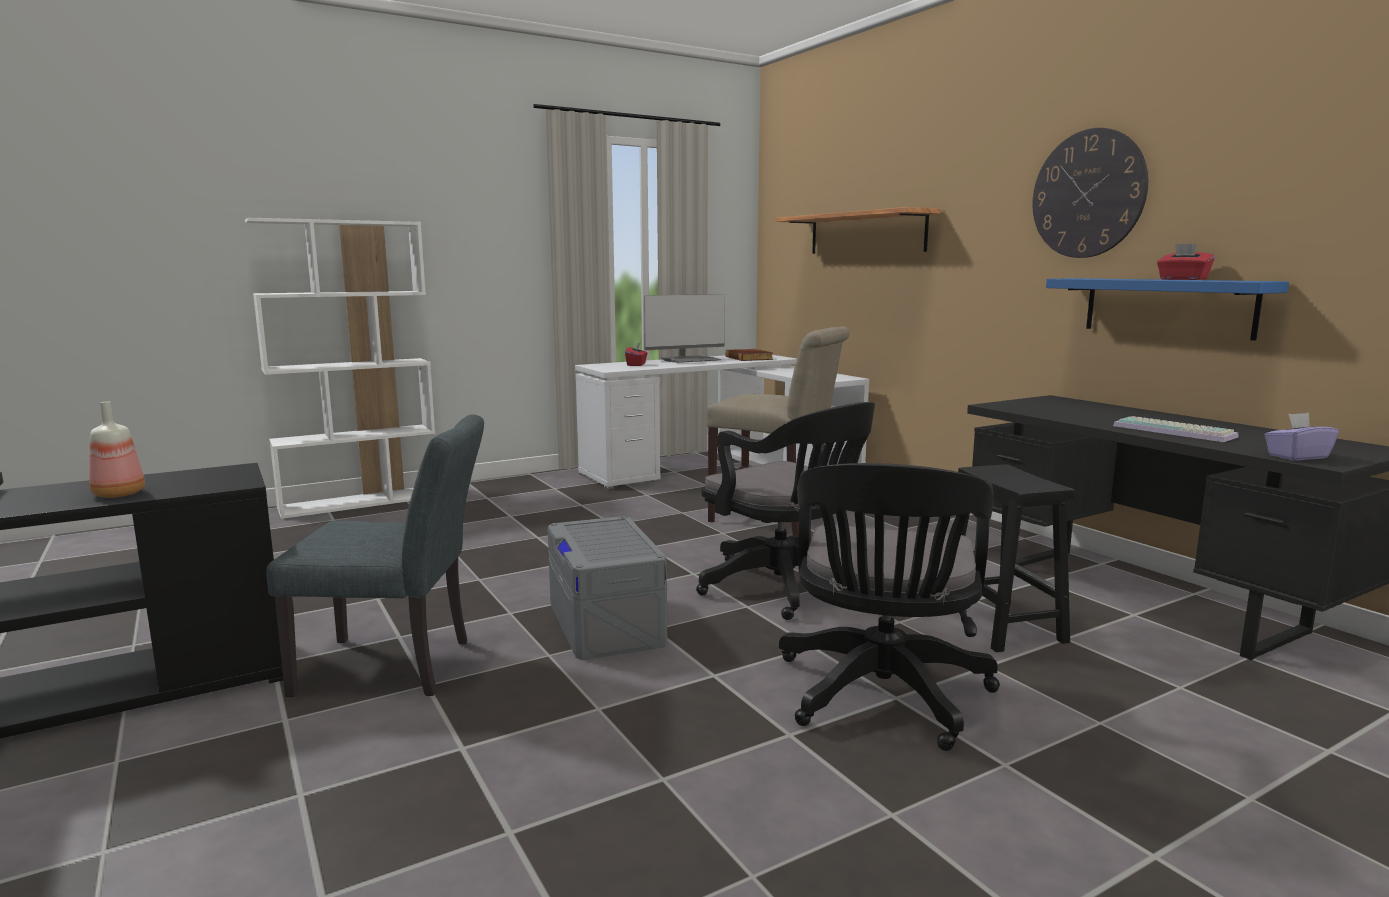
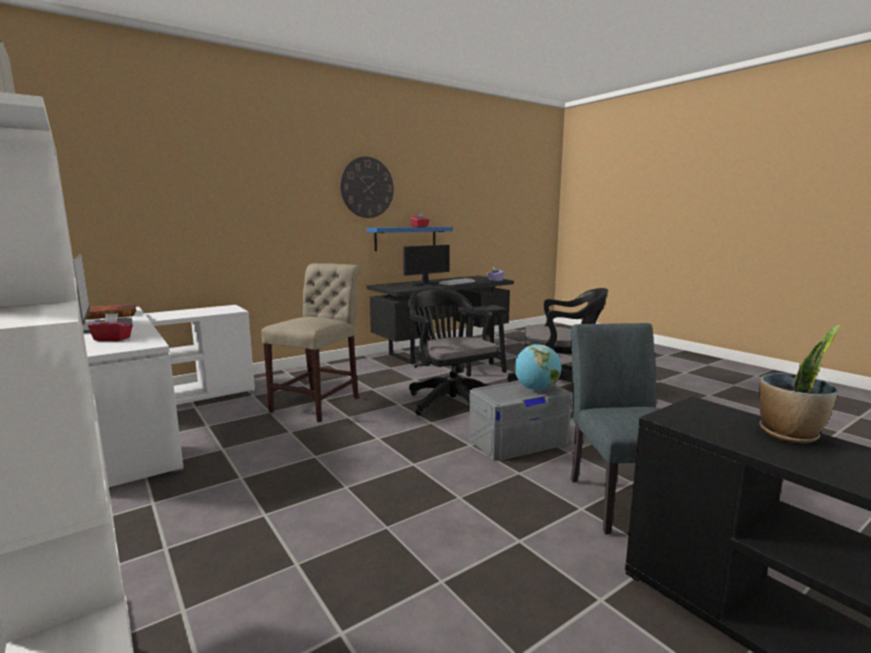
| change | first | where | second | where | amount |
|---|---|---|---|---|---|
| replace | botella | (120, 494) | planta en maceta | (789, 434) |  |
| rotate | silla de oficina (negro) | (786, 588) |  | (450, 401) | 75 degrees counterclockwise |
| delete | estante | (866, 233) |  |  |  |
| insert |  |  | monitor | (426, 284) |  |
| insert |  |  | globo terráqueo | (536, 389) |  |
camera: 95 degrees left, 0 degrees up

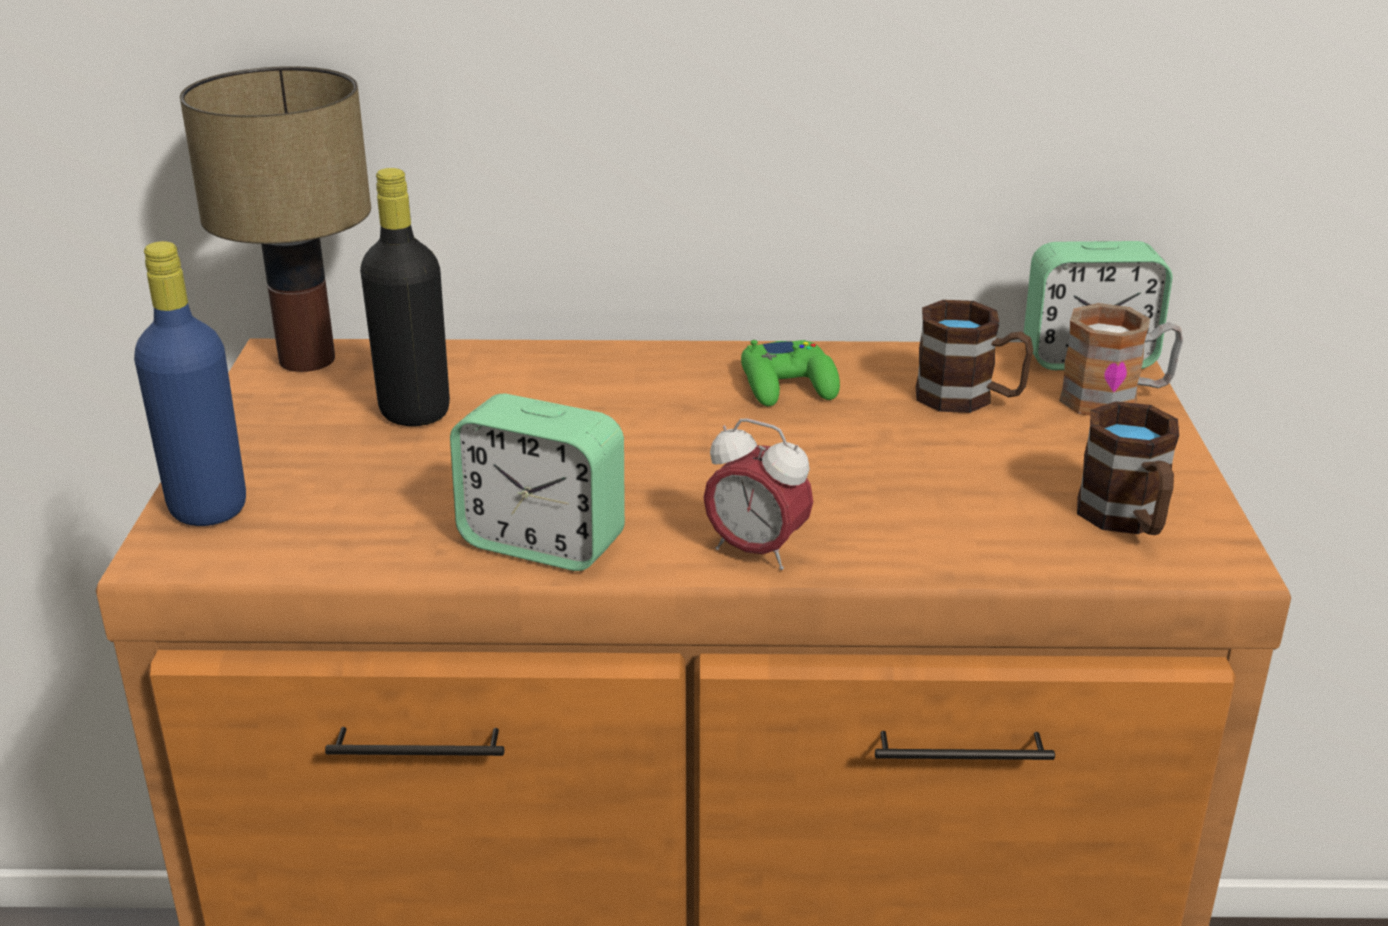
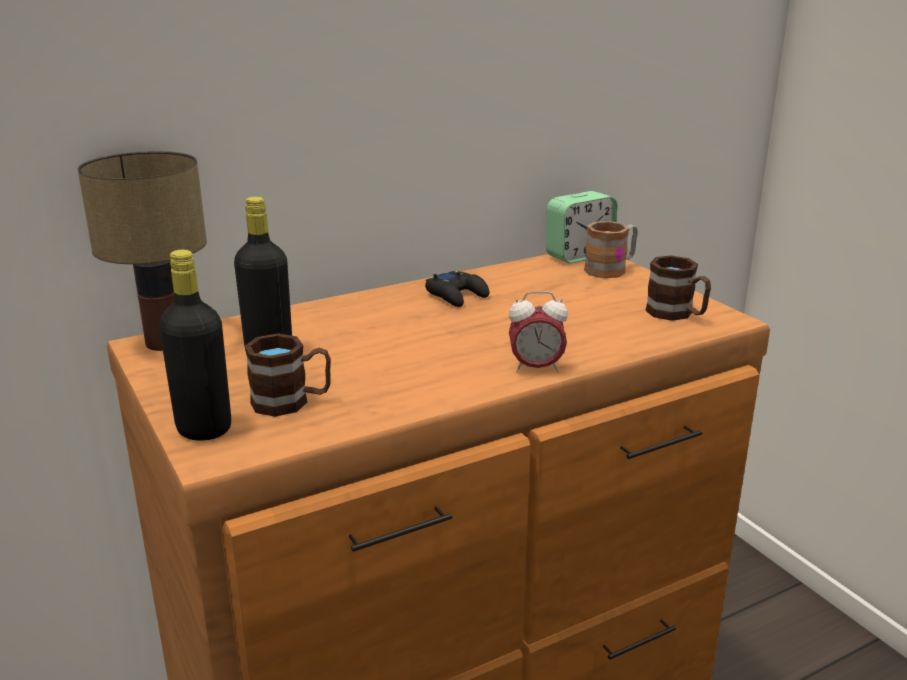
| change | first | where | second | where | amount |
|---|---|---|---|---|---|
| recolor | botella (azul) | (208, 508) | botella (negro) | (204, 429) |  |
| delete | despertador | (542, 542) |  |  |  |
| recolor | mando de consola (verde) | (789, 385) | mando de consola (negro) | (457, 295) |  |
| move | taza grande (marrón) | (969, 399) |  | (291, 402) |  |
camera: 30 degrees left, 5 degrees down

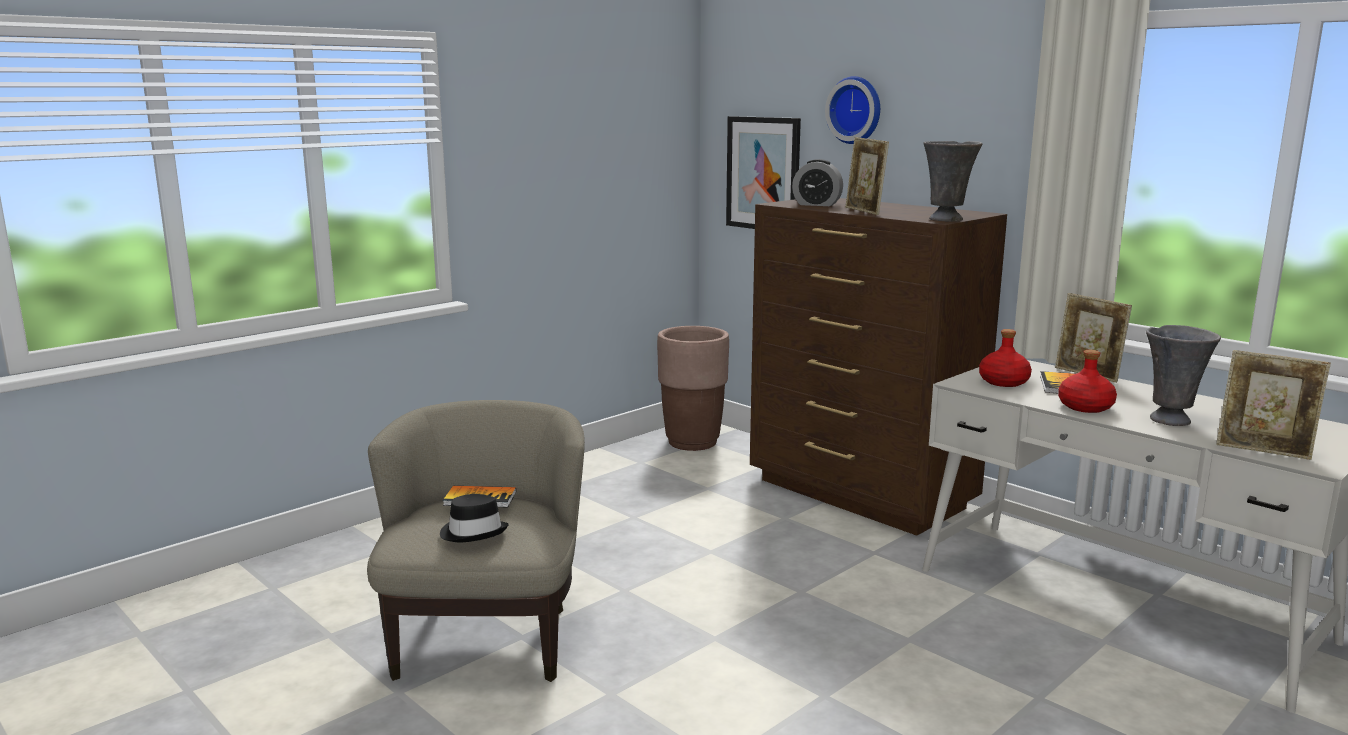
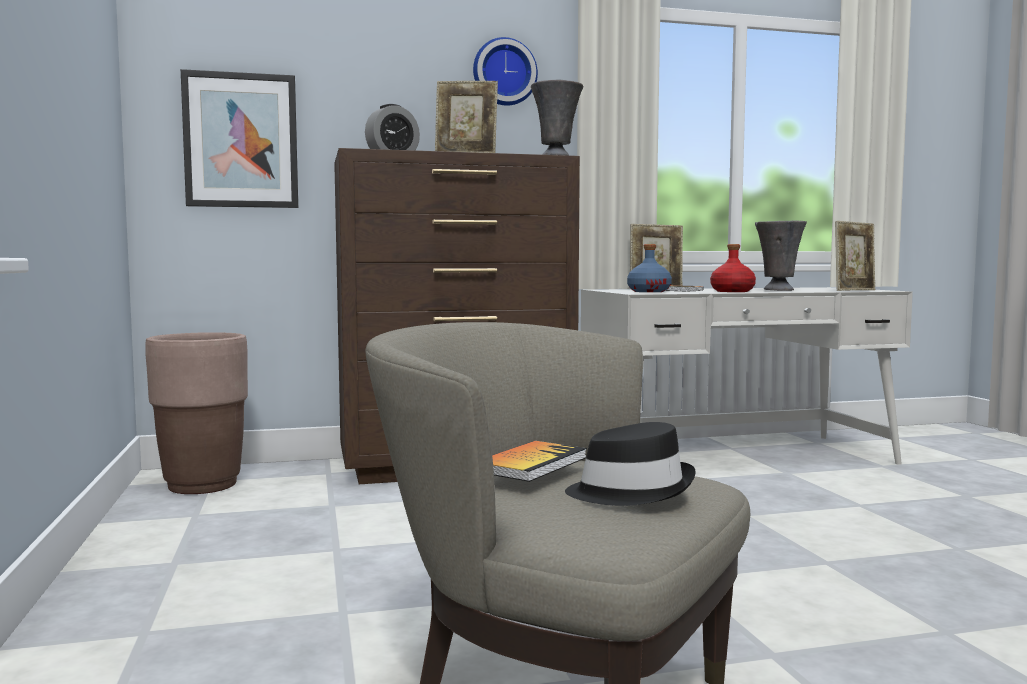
| change | first | where | second | where | amount |
|---|---|---|---|---|---|
| move | reloj de pared | (856, 110) |  | (504, 73) |  |
| recolor | botella (rojo) | (1004, 382) | botella (azul) | (648, 291) |  |
camera: 60 degrees left, 10 degrees down

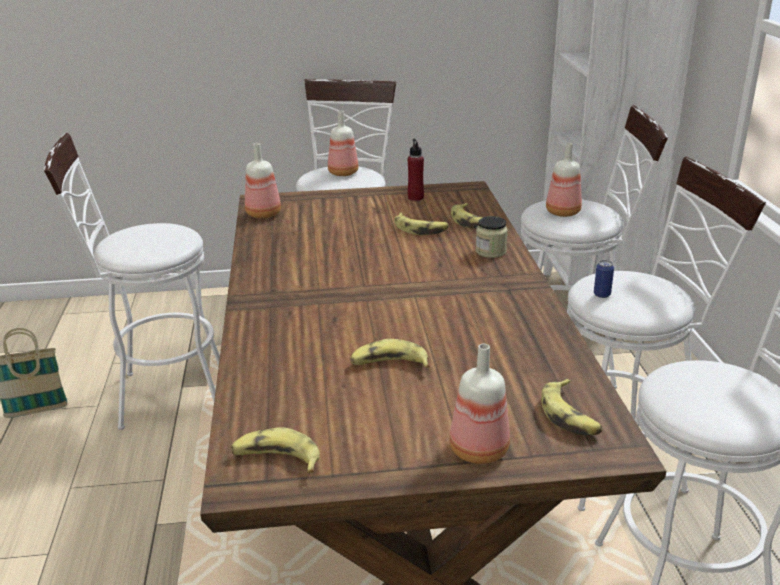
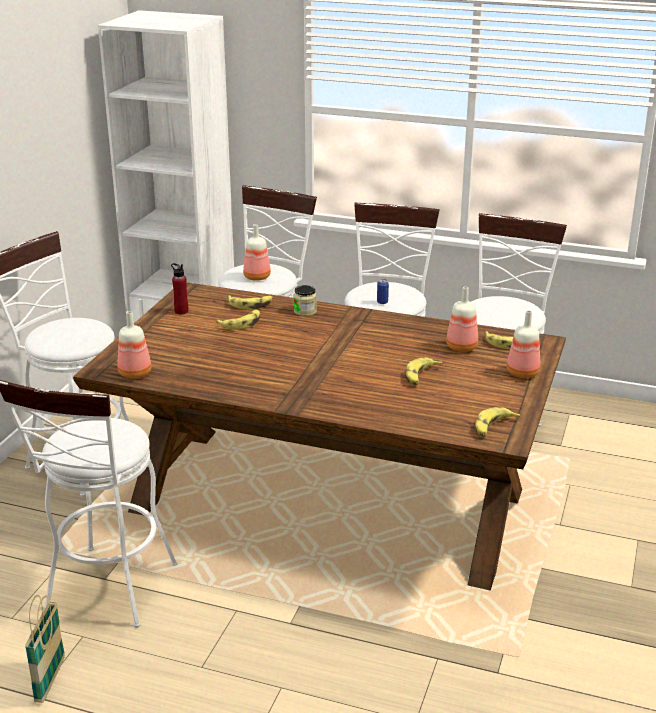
| change | first | where | second | where | amount |
|---|---|---|---|---|---|
| move | botella | (343, 173) |  | (462, 347) |  |
camera: 65 degrees left, 0 degrees up

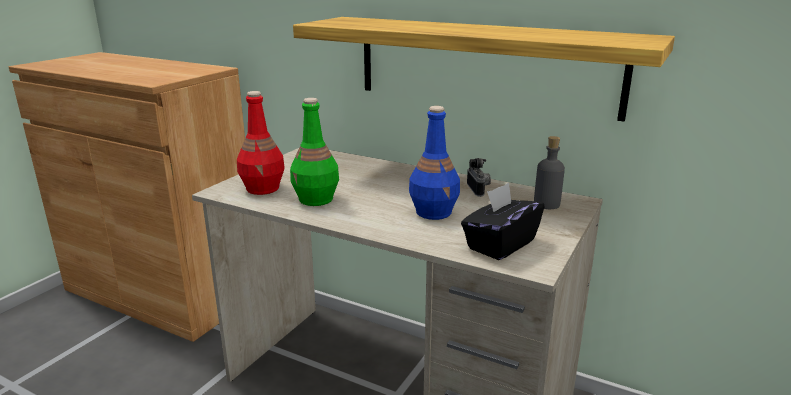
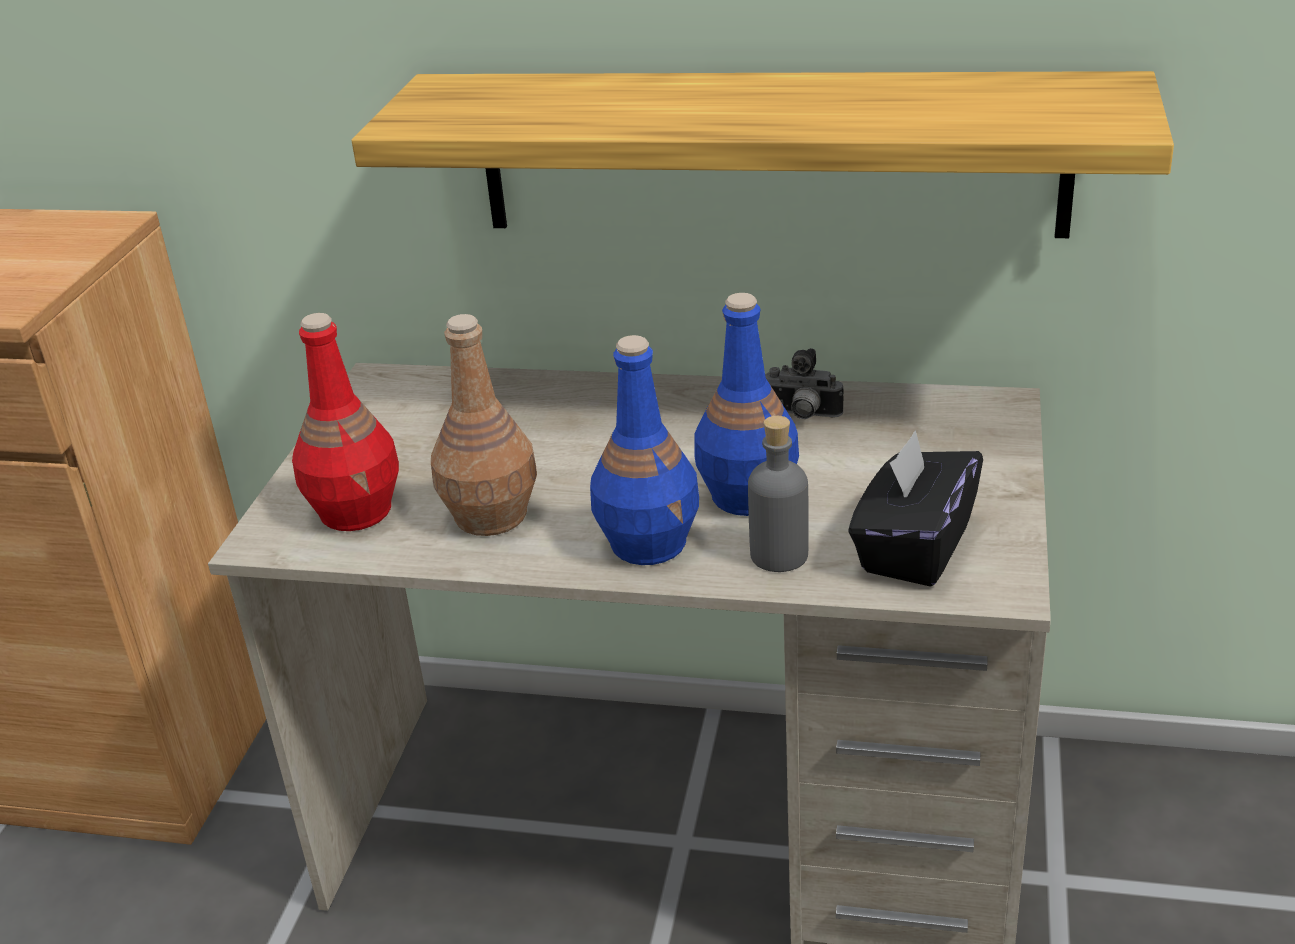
| change | first | where | second | where | amount |
|---|---|---|---|---|---|
| recolor | botella (verde) | (316, 199) | botella (marrón) | (492, 516) |  |
| rotate | cámara | (479, 190) |  | (802, 416) | 135 degrees clockwise |
| move | botella (gris) | (546, 204) |  | (779, 555) |  |
| insert |  |  | botella (azul) | (649, 543) |  |
camera: 15 degrees left, 10 degrees up

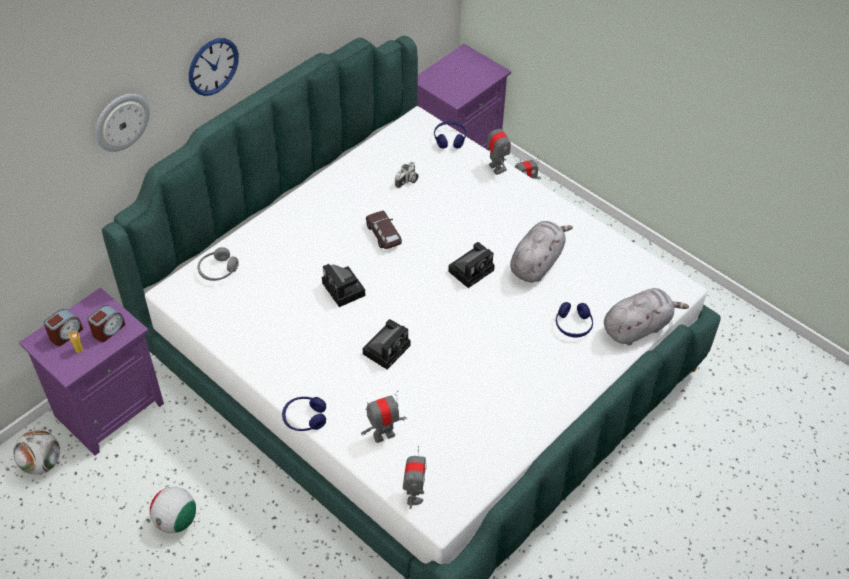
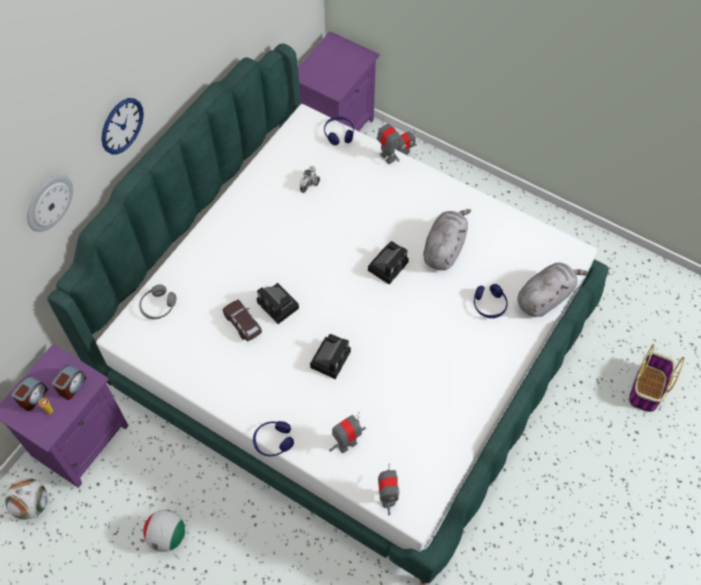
| change | first | where | second | where | amount |
|---|---|---|---|---|---|
| move | coche de juguete (marrón) | (383, 235) |  | (243, 324) |  |
| insert |  |  | cesta | (647, 389) |  |
camera: 10 degrees left, 10 degrees up

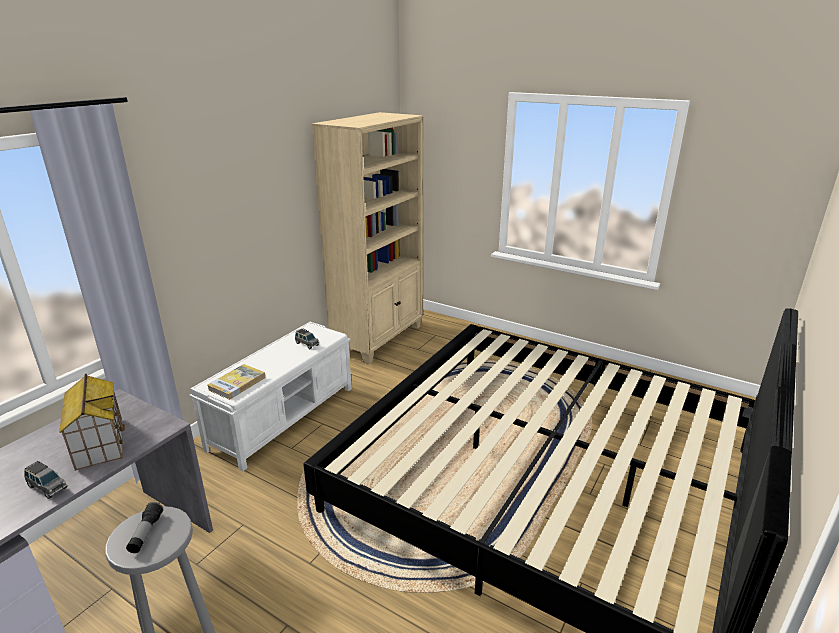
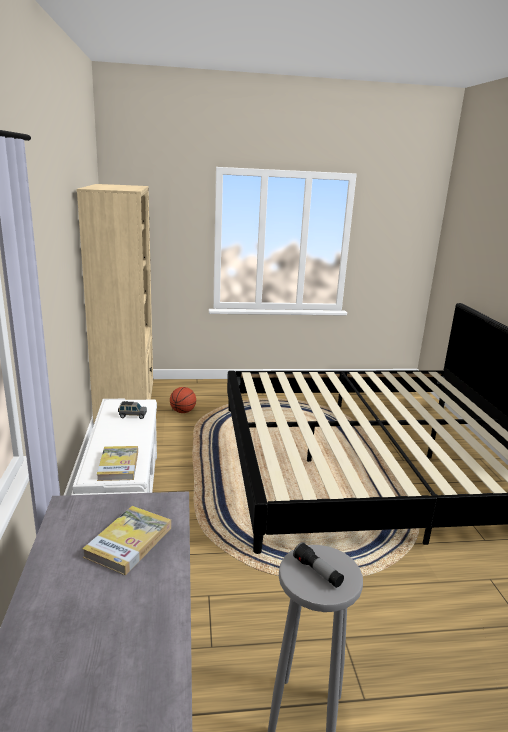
| change | first | where | second | where | amount |
|---|---|---|---|---|---|
| delete | coche de juguete (gris) | (47, 487) |  |  |  |
| replace | casita | (99, 443) | libro | (129, 542) |  |
| insert |  |  | balón de baloncesto | (183, 411) |  |
camera: 40 degrees left, 5 degrees down

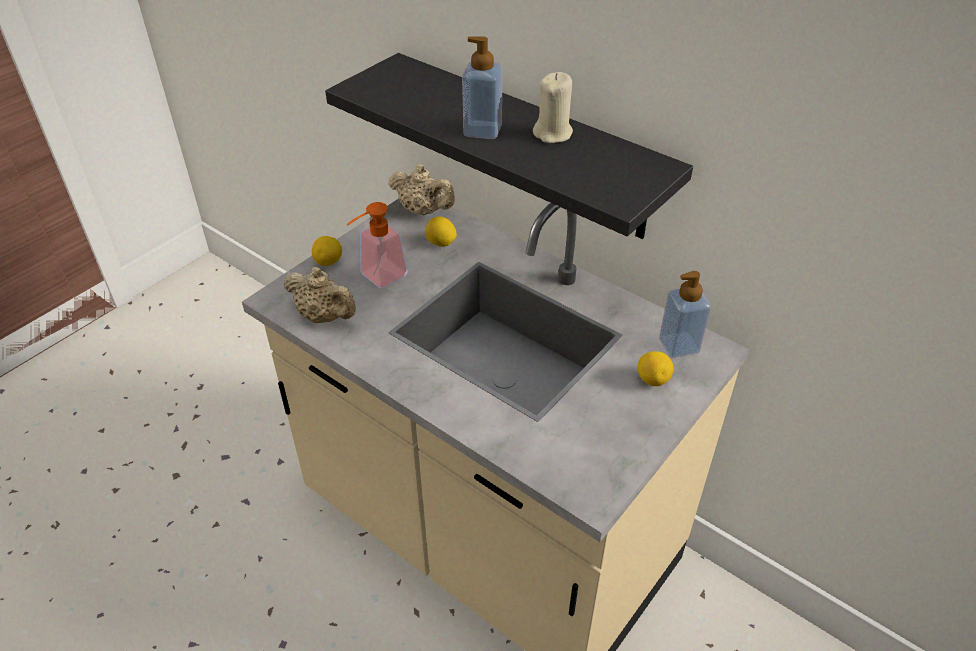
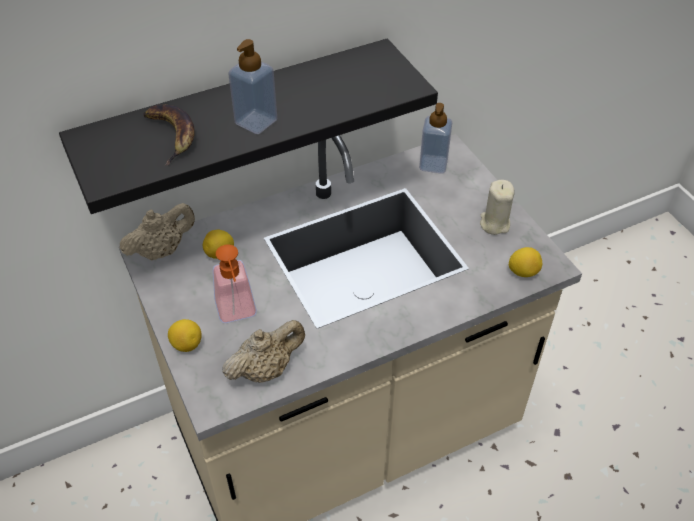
| change | first | where | second | where | amount |
|---|---|---|---|---|---|
| move | vela (beis) | (553, 134) |  | (494, 223) |  |
| move | limón | (652, 380) |  | (523, 272) |  |
| insert |  |  | plátano | (172, 135) |  |
camera: 65 degrees left, 5 degrees up

